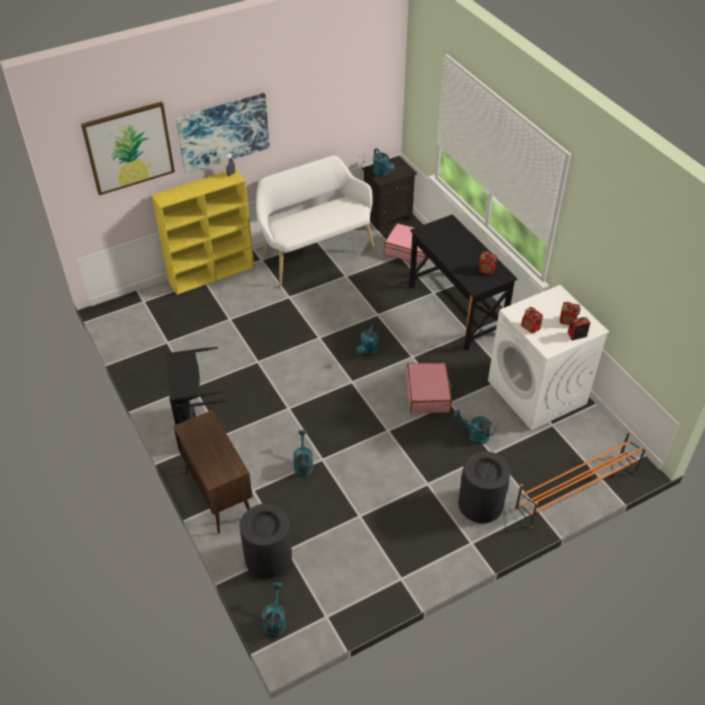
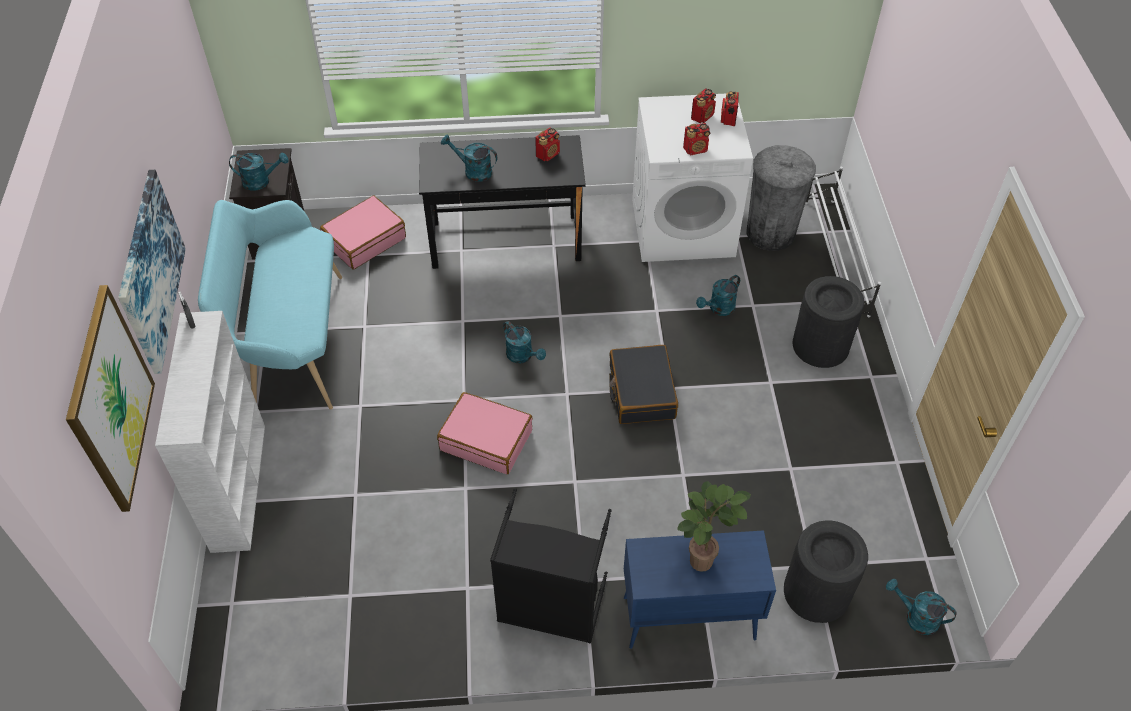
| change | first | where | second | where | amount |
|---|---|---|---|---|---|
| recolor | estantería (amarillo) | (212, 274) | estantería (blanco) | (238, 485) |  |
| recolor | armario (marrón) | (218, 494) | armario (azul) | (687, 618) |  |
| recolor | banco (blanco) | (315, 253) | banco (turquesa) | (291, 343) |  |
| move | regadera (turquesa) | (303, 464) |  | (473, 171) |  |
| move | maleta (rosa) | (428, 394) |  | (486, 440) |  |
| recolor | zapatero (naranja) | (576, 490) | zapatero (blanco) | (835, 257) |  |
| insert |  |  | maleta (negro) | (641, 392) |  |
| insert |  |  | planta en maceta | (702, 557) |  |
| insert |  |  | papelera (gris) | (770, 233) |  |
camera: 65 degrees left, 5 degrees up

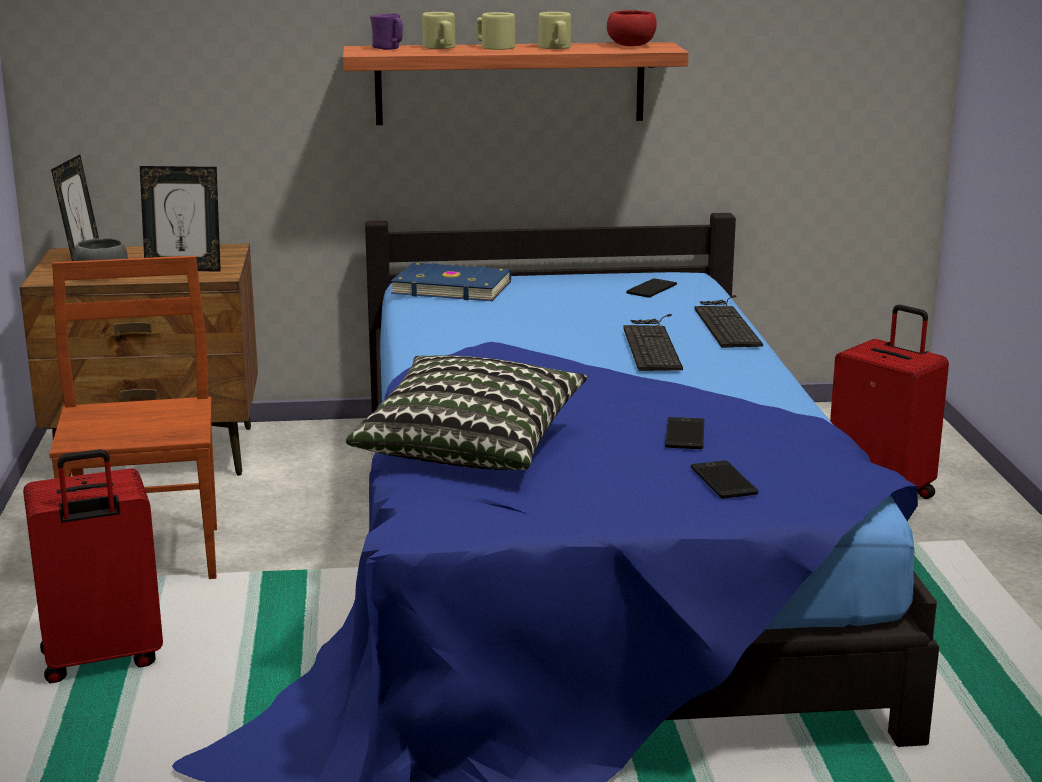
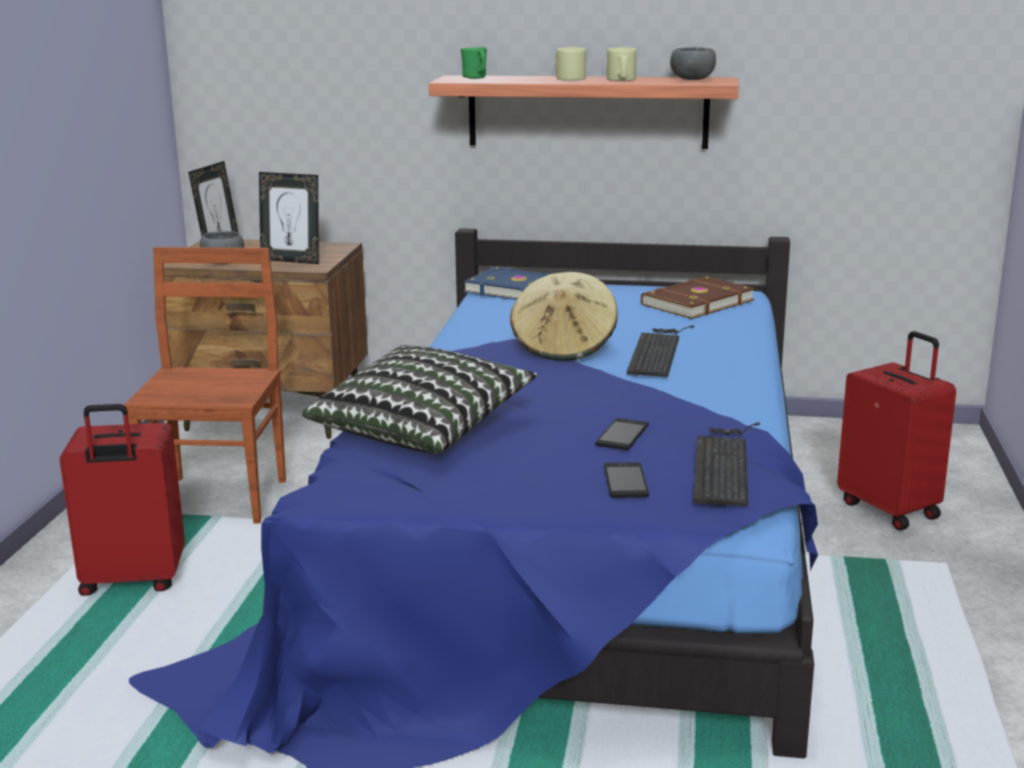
| change | first | where | second | where | amount |
|---|---|---|---|---|---|
| recolor | taza grande (morado) | (389, 49) | taza grande (verde) | (476, 78) |  |
| delete | taza grande (beis) | (441, 48) |  |  |  |
| recolor | cuenco (rojo) | (632, 46) | cuenco (gris) | (693, 80) |  |
| replace | móvil | (651, 289) | libro (marrón) | (695, 302) |  |
| move | teclado | (726, 322) |  | (724, 463) |  |
| insert |  |  | sombrero (beis) | (564, 347) |  |
camera: 15 degrees right, 0 degrees up

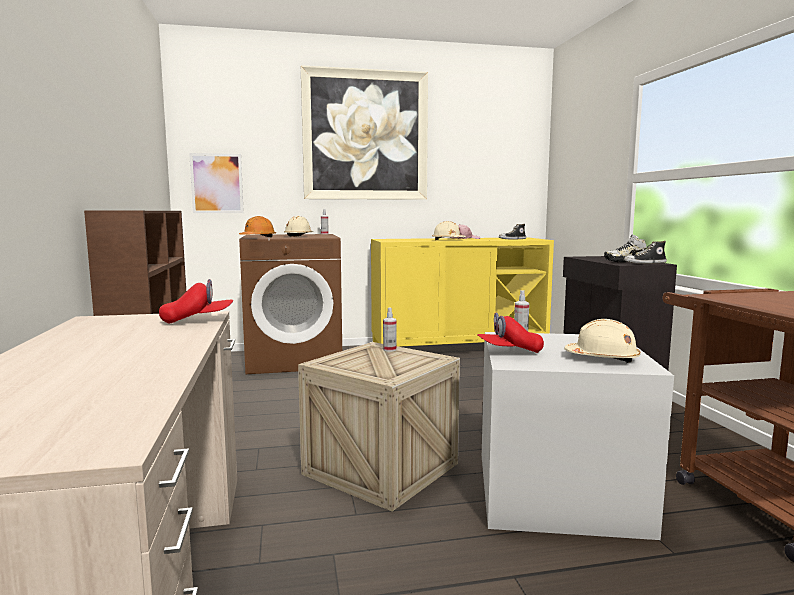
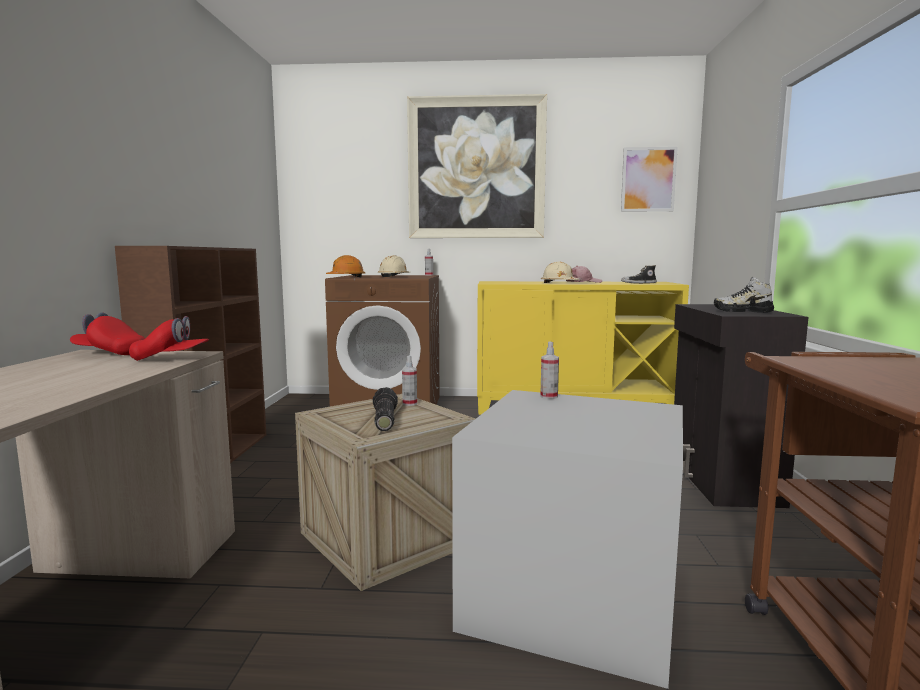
| change | first | where | second | where | amount |
|---|---|---|---|---|---|
| move | cuadro | (217, 183) |  | (648, 179) |  |
| move | gorra (rojo) | (510, 351) |  | (110, 353) |  |
| delete | casco (beis) | (602, 358) |  |  |  |
| delete | zapato | (645, 263) |  |  |  |
| insert |  |  | linterna | (383, 420) |  |
camera: 15 degrees right, 0 degrees up

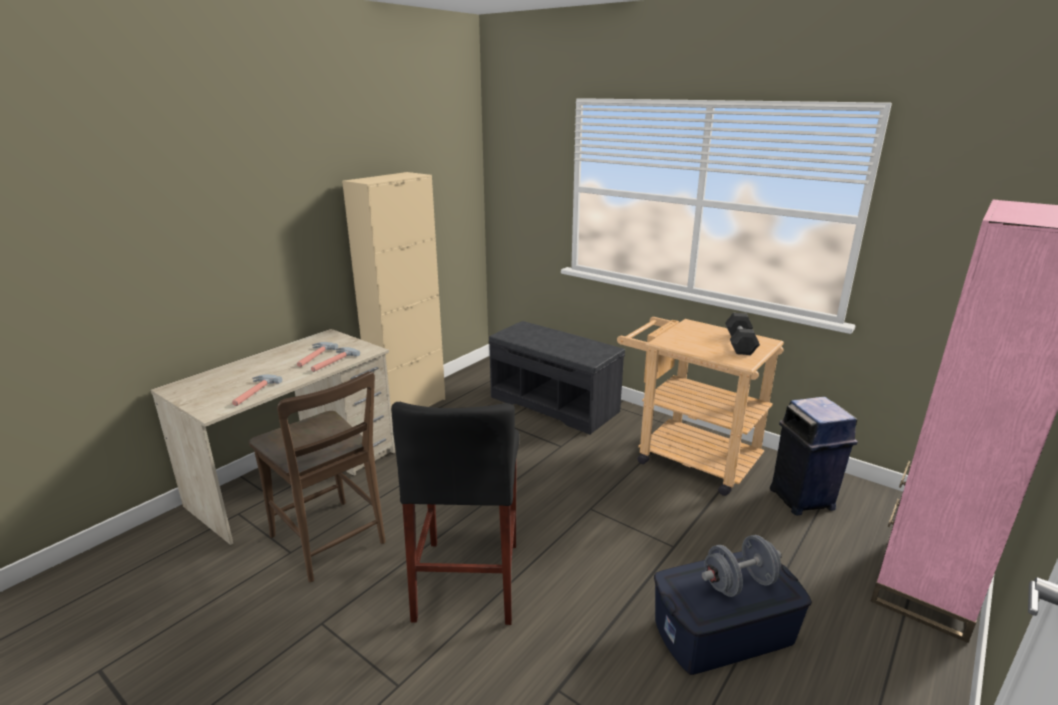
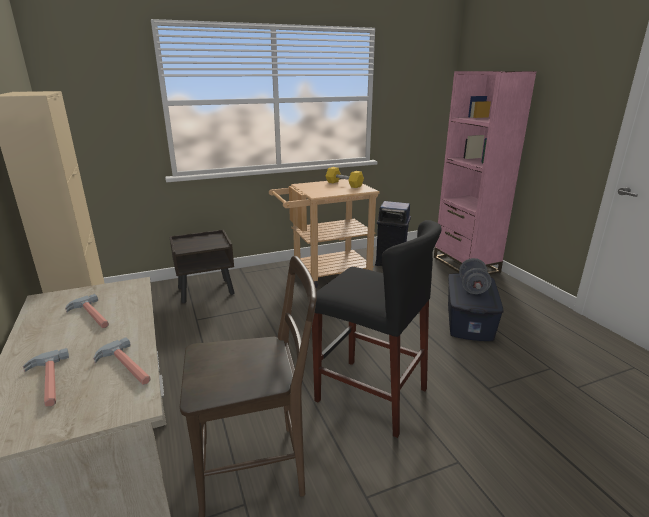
| change | first | where | second | where | amount |
|---|---|---|---|---|---|
| move | martillo | (332, 361) |  | (47, 382) |  |
| replace | banco (gris) | (555, 404) | mesita de noche (marrón) | (206, 291) |  |
| recolor | mancuerna (gris) | (740, 343) | mancuerna (amarillo) | (344, 184) |  |
camera: 60 degrees left, 0 degrees up

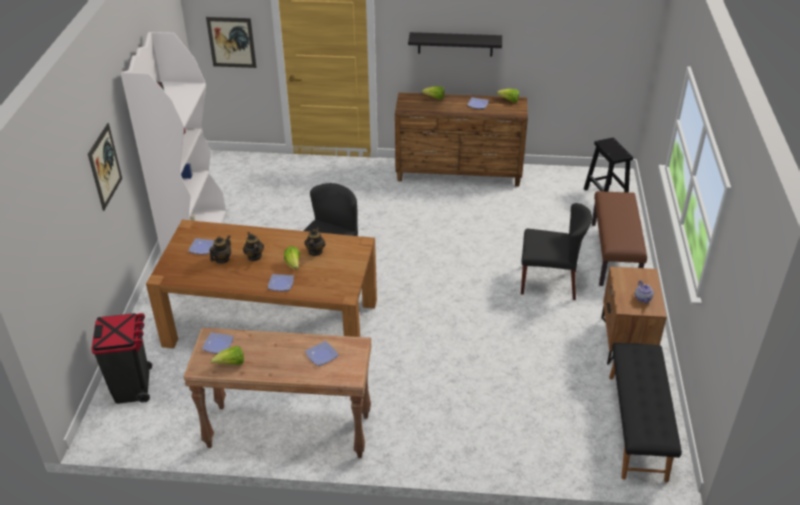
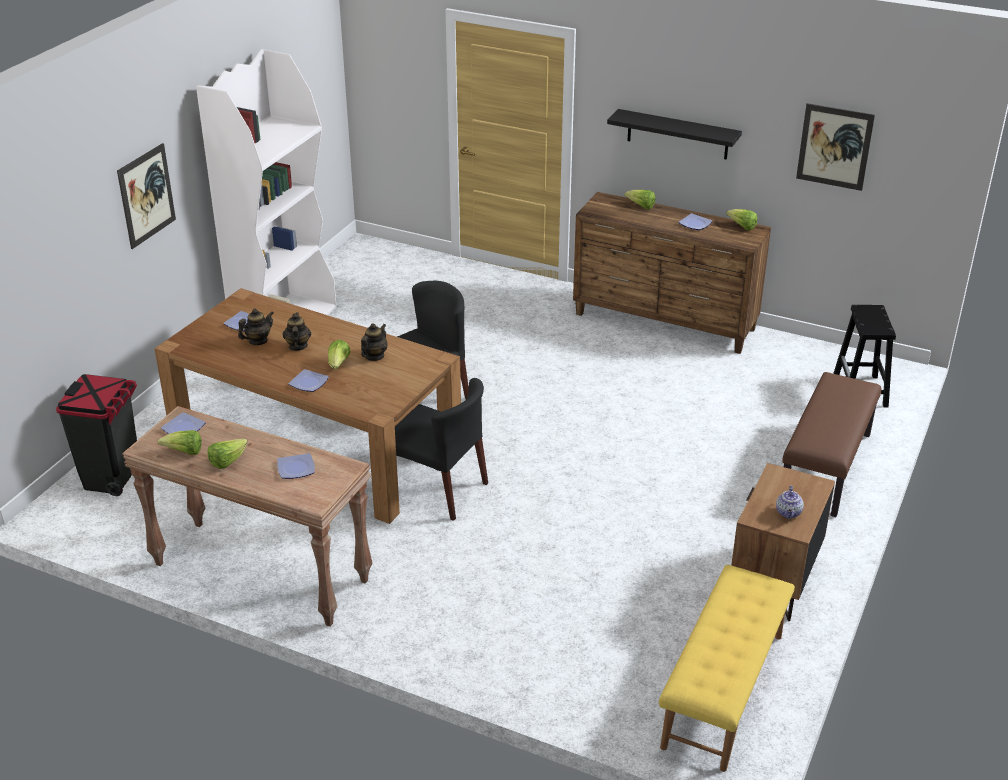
| change | first | where | second | where | amount |
|---|---|---|---|---|---|
| move | cuadro | (231, 42) |  | (834, 147) |  |
| move | silla (negro) | (549, 282) |  | (438, 489) |  |
| recolor | banco (negro) | (638, 426) | banco (amarillo) | (724, 690) |  |
| insert |  |  | lechuga | (227, 461) |  |
camera: 20 degrees right, 5 degrees down

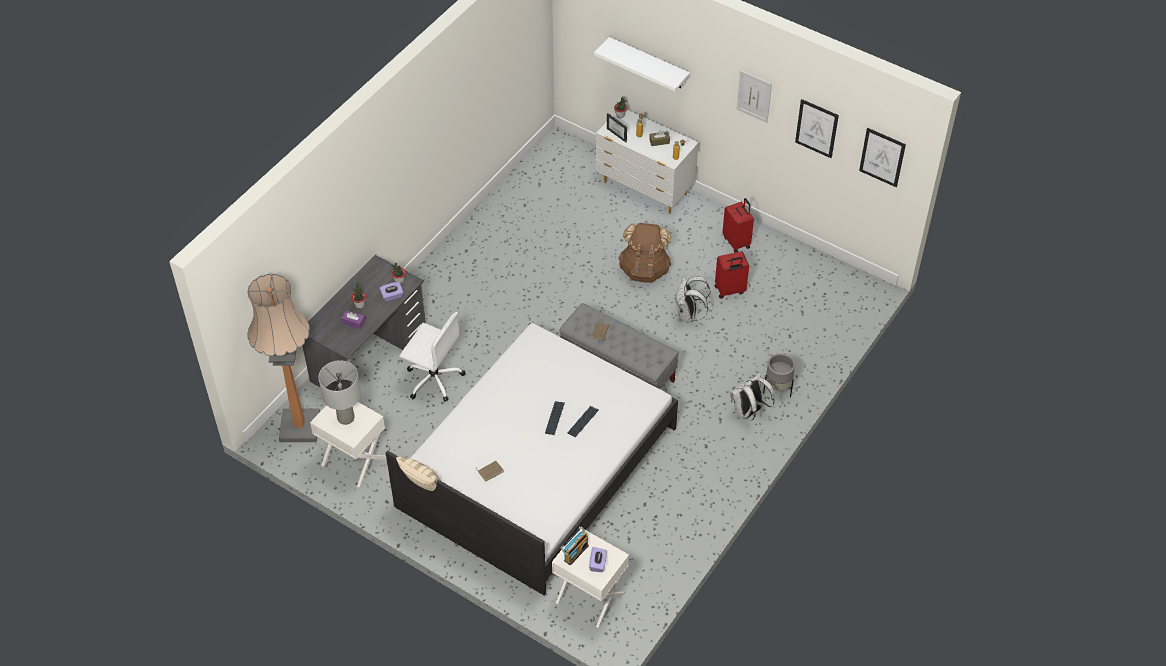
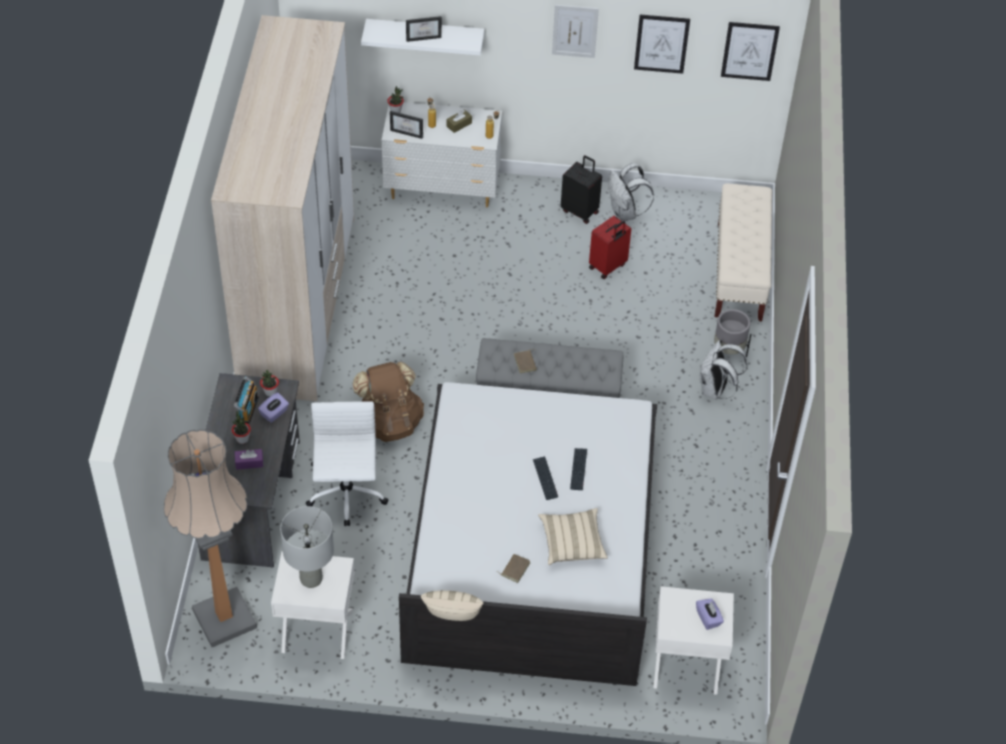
| change | first | where | second | where | amount |
|---|---|---|---|---|---|
| rotate | silla de oficina (blanco) | (433, 379) |  | (346, 496) | 90 degrees counterclockwise |
| move | radio | (575, 552) |  | (247, 409) |  |
| move | mochila (marrón) | (644, 269) |  | (389, 422) |  |
| move | mochila (blanco) | (688, 315) |  | (625, 213) |  |
| recolor | maleta (rojo) | (737, 242) | maleta (negro) | (580, 211) |  |
| insert |  |  | armario ropero | (299, 303) |  |
| insert |  |  | portarretratos | (424, 36) |  |
| insert |  |  | cojín (beis) | (572, 543) |  |
| insert |  |  | banco (beis) | (739, 272) |  |
camera: 30 degrees left, 0 degrees up

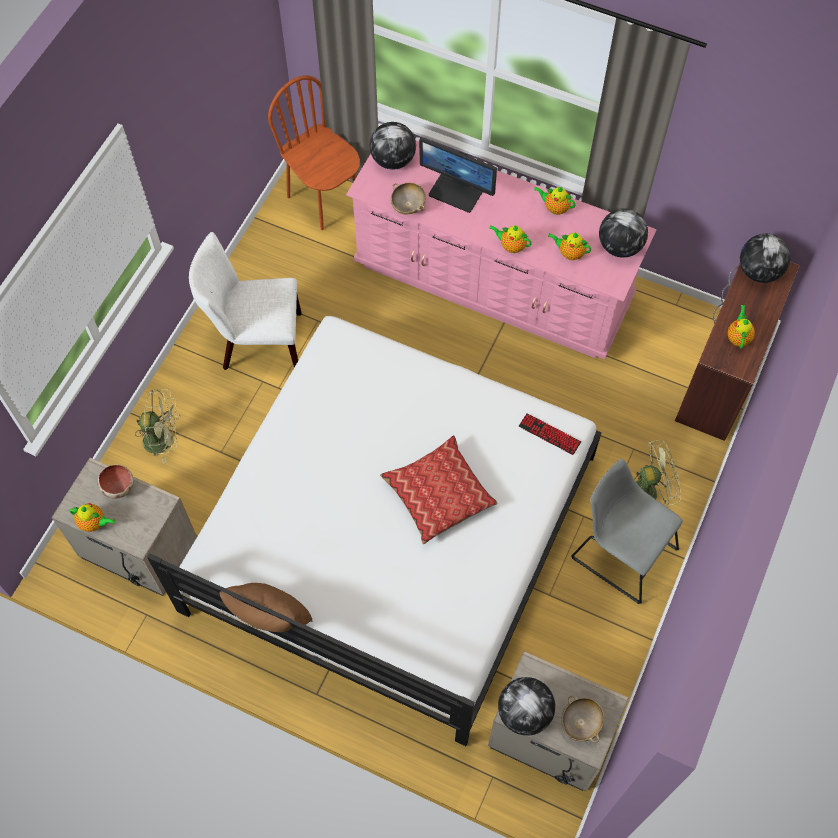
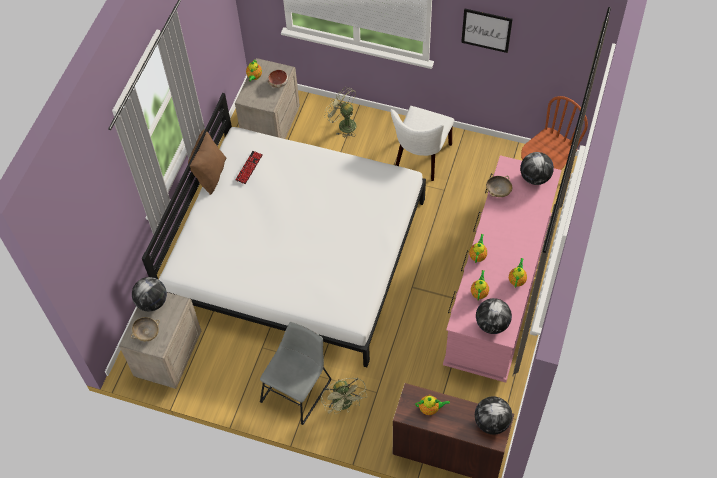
| change | first | where | second | where | amount |
|---|---|---|---|---|---|
| rotate | ventilador (verde) | (164, 440) |  | (343, 124) | 135 degrees clockwise |
| rotate | silla (blanco) | (256, 342) |  | (421, 159) | 150 degrees counterclockwise |
| delete | cojín | (438, 494) |  |  |  |
| delete | monitor | (456, 192) |  |  |  |
| move | teclado | (549, 434) |  | (249, 168) |  |
| insert |  |  | cuadro | (486, 30) |  |
camera: 85 degrees right, 5 degrees down

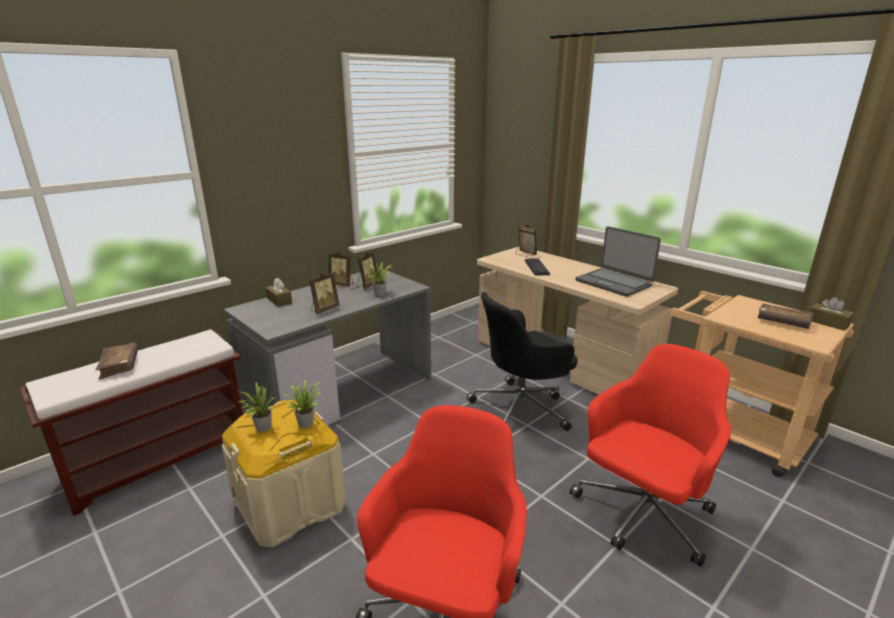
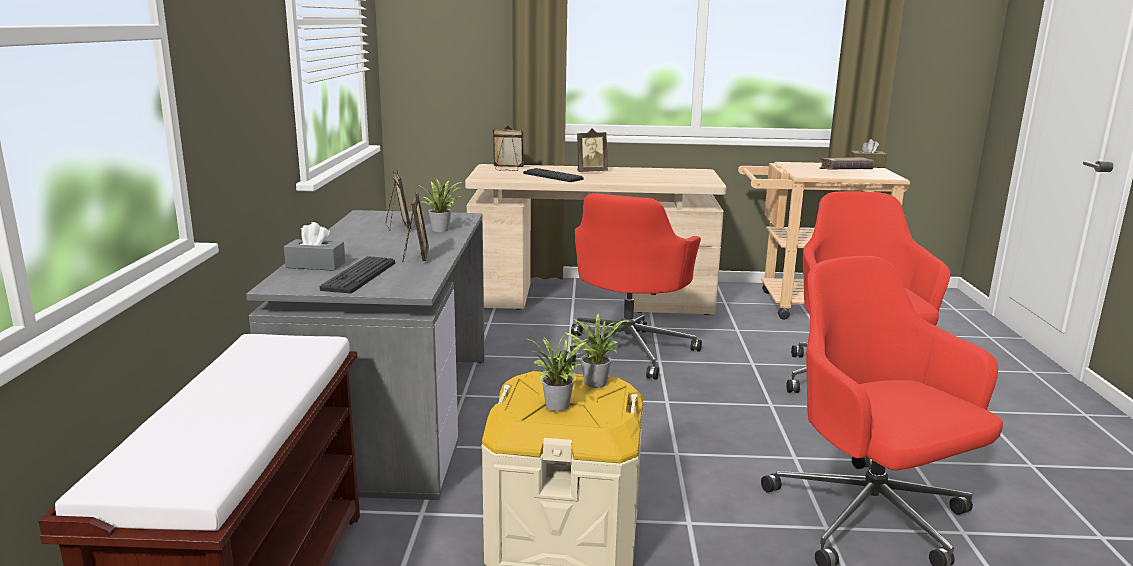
| change | first | where | second | where | amount |
|---|---|---|---|---|---|
| delete | libro (marrón) | (120, 366) |  |  |  |
| recolor | caja de pañuelos (marrón) | (279, 300) | caja de pañuelos (gris) | (315, 265) |  |
| move | portarretratos | (342, 284) |  | (590, 172) |  |
| recolor | silla de oficina (negro) | (521, 408) | silla de oficina (rojo) | (629, 350) |  |
| delete | portátil | (614, 283) |  |  |  |
| insert |  |  | teclado | (359, 276) |  |
camera: 45 degrees left, 5 degrees down

